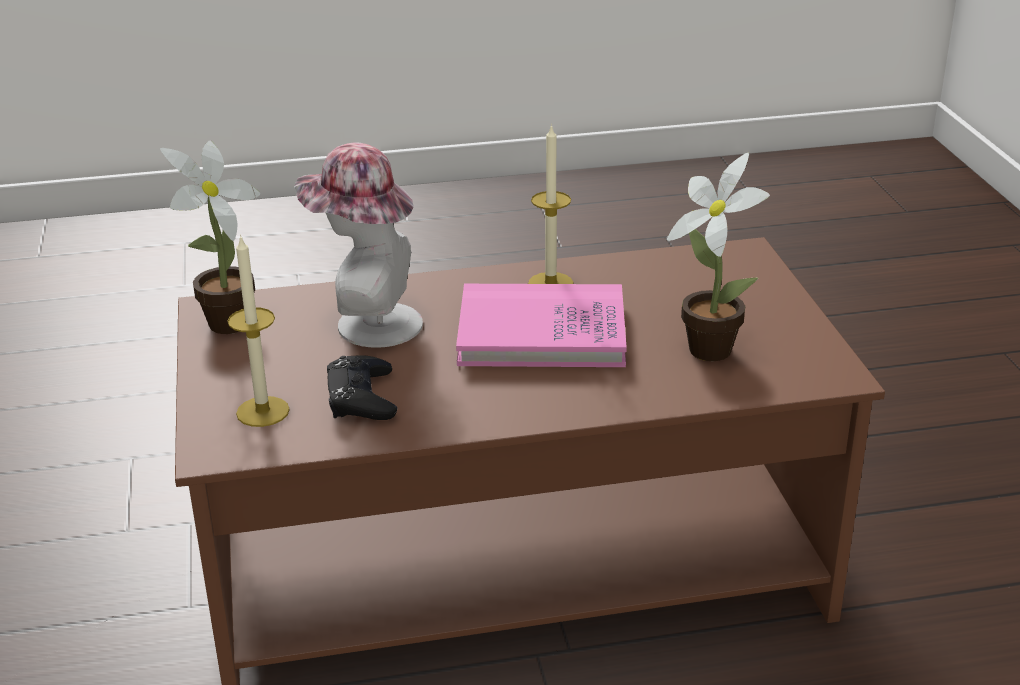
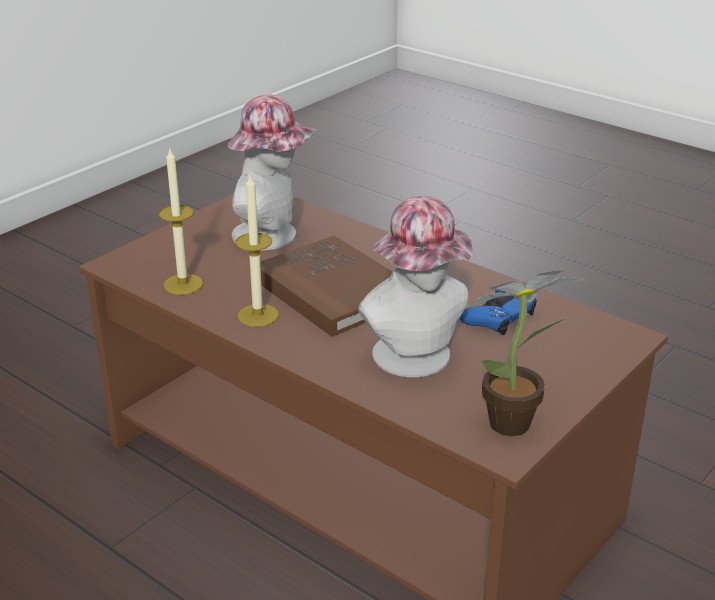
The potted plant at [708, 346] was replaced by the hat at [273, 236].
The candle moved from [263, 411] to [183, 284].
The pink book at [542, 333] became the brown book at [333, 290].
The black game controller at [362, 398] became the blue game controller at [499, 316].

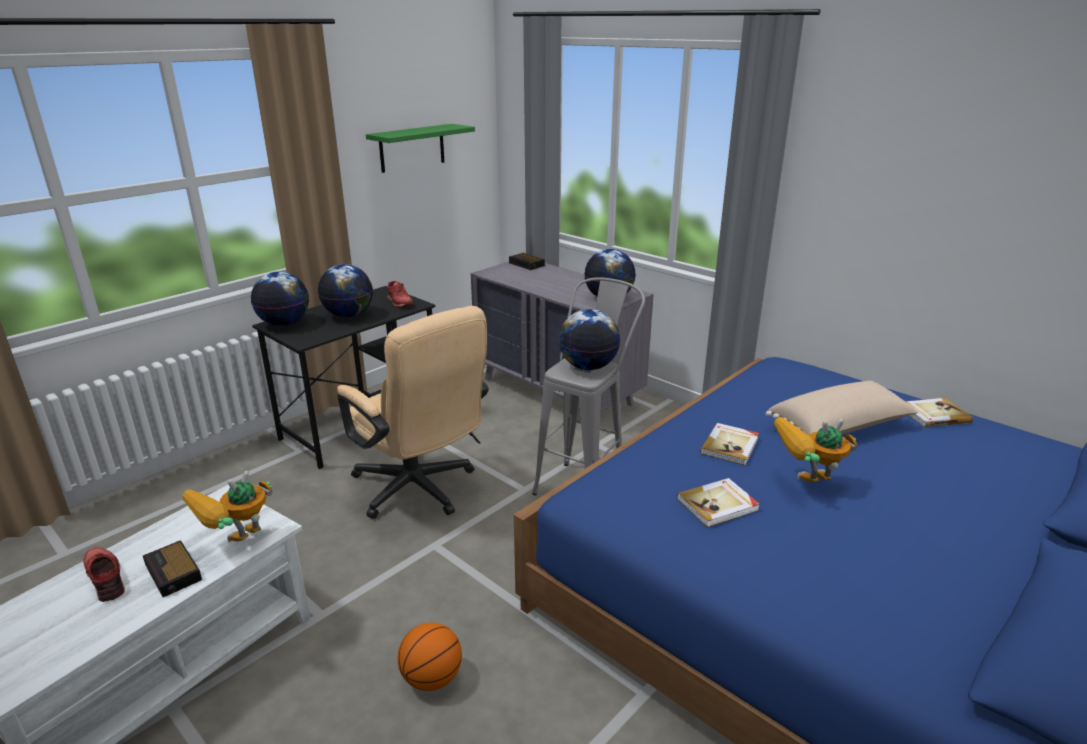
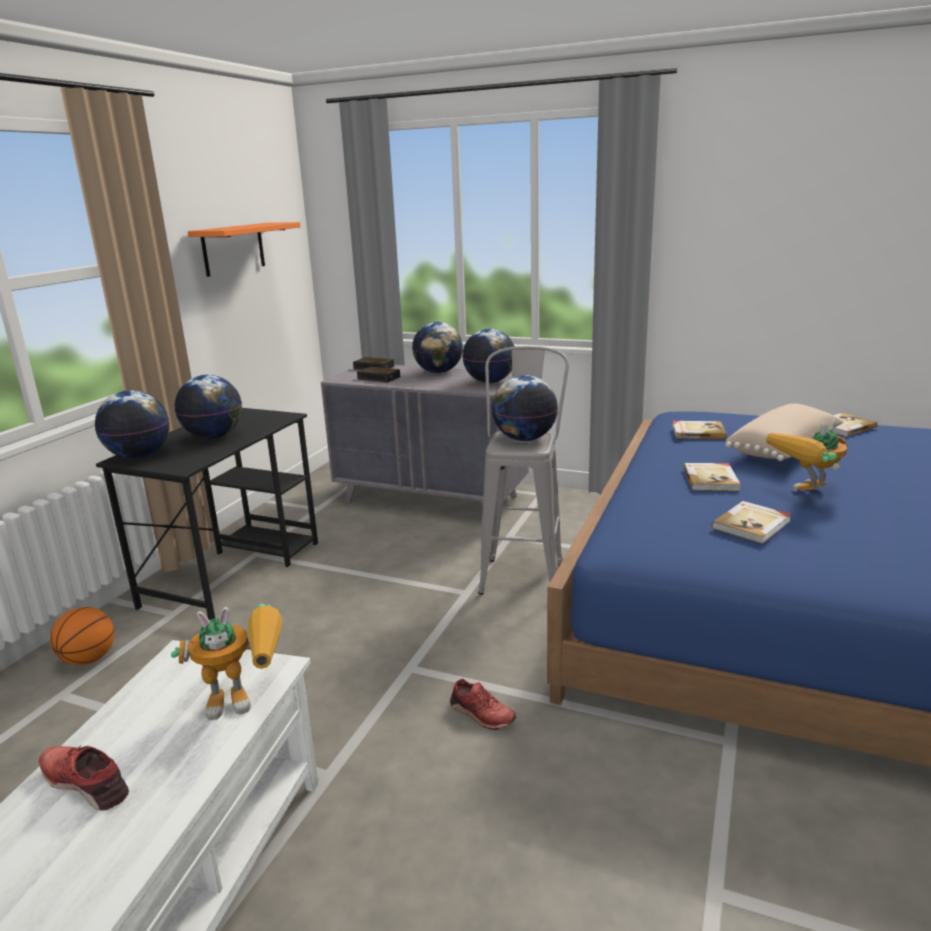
The green shelf at [412, 148] became the orange shelf at [233, 249].
The red shoe moved from [399, 302] to [481, 714].
The beige office chair at [420, 491] disappeared.
The toy robot at [238, 546] turned 120 degrees counterclockwise.
The alarm clock moved from [174, 573] to [379, 378].
The basketball moved from [432, 678] to [89, 659].
The globe at [438, 372] appeared.
The book at [697, 432] appeared.

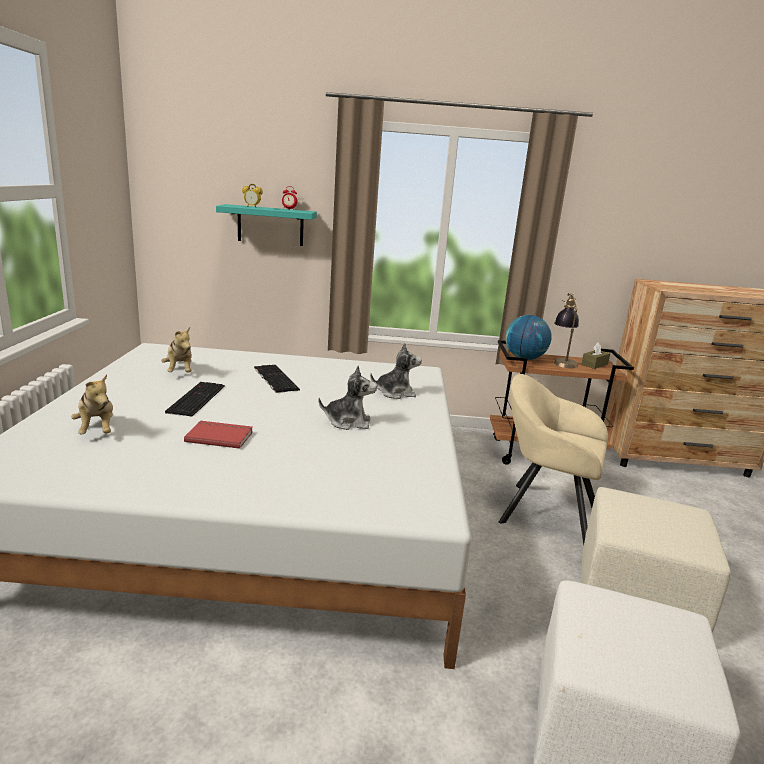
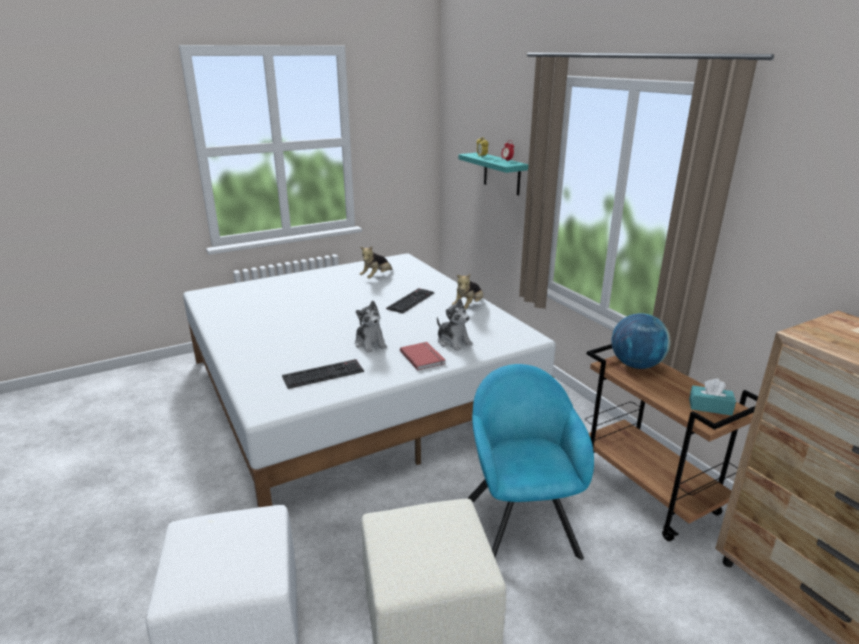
The table lamp at [562, 361] disappeared.
The brown tissue box at [594, 364] became the turquoise tissue box at [710, 407].
The plush toy moved from [97, 430] to [468, 307].
The beige armchair at [543, 512] became the turquoise armchair at [520, 521].
The keyboard moved from [195, 398] to [324, 373].
The red book moved from [220, 436] to [423, 357].

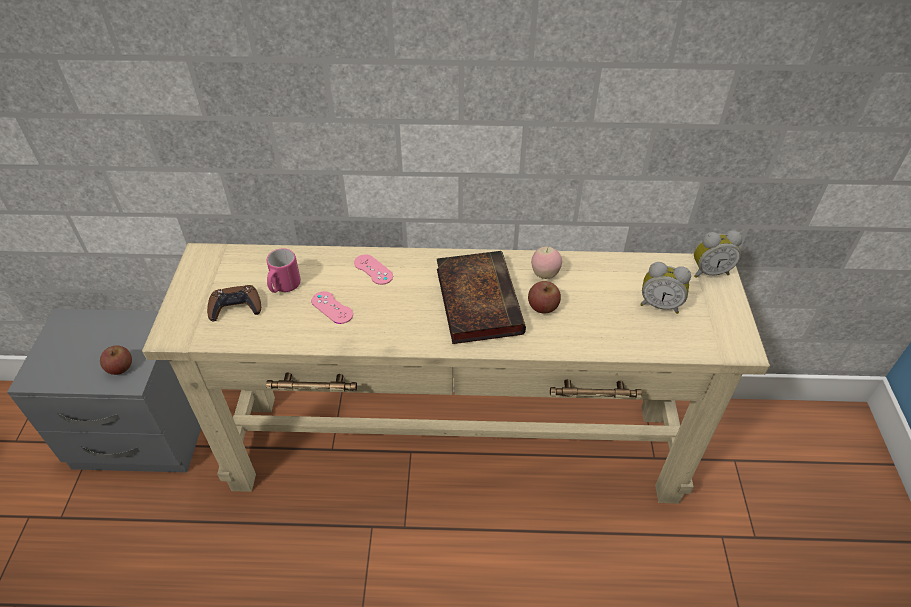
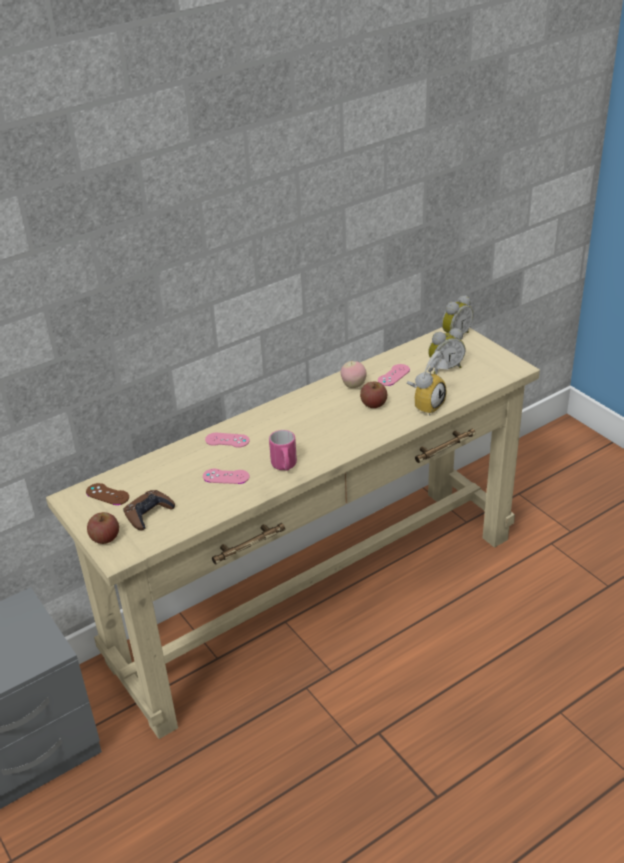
The pink mug moved from [284, 287] to [284, 466].
The book at [476, 299] disappeared.
The apple moved from [120, 367] to [105, 538].
The alarm clock at [426, 404] appeared.
The pink game controller at [393, 375] appeared.
The brown game controller at [107, 494] appeared.

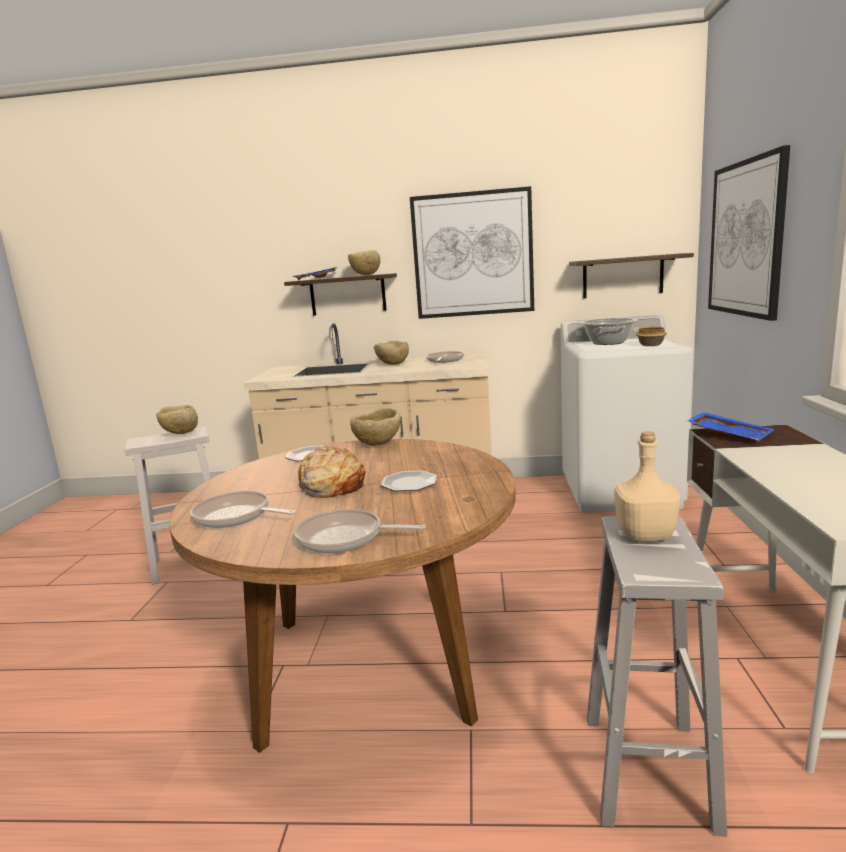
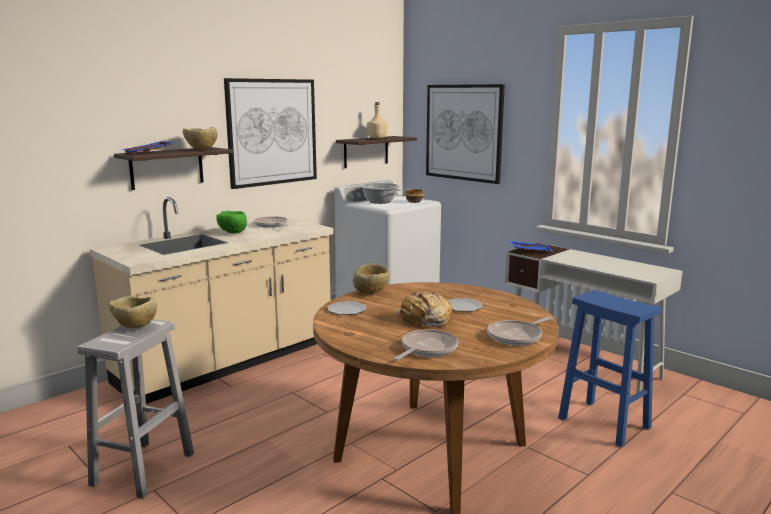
The beige bowl at [392, 364] became the green bowl at [232, 233].
The beige bottle moved from [644, 535] to [377, 138].
The frying pan at [236, 516] turned 150 degrees clockwise.
The white stool at [649, 773] became the blue stool at [605, 423].

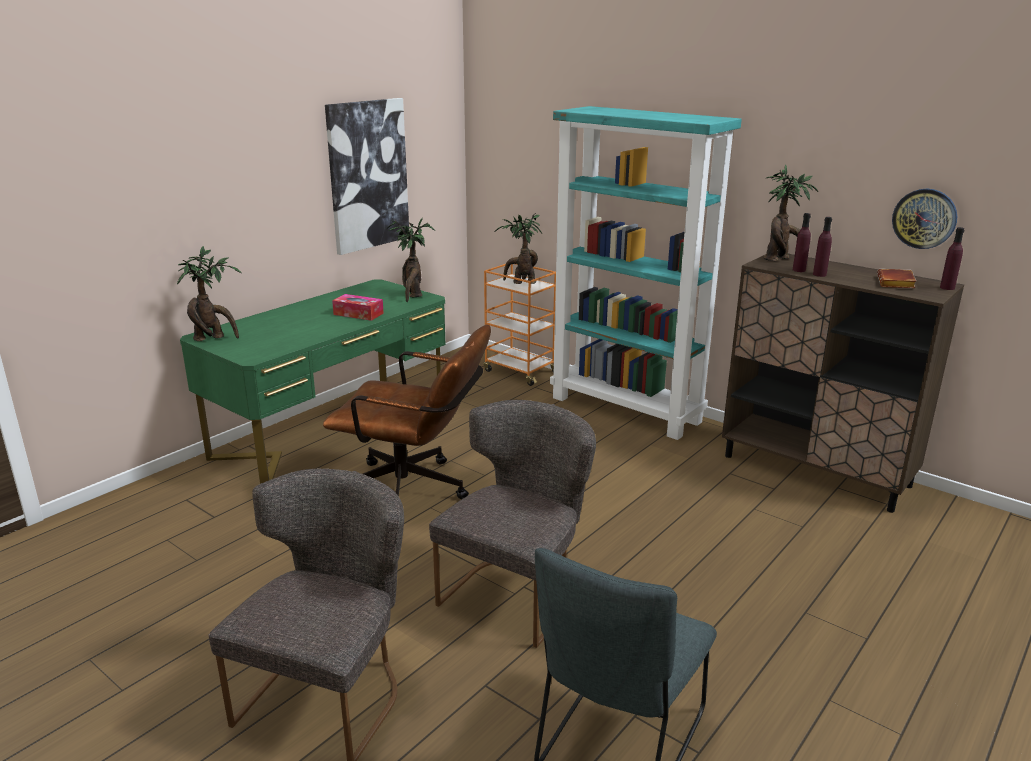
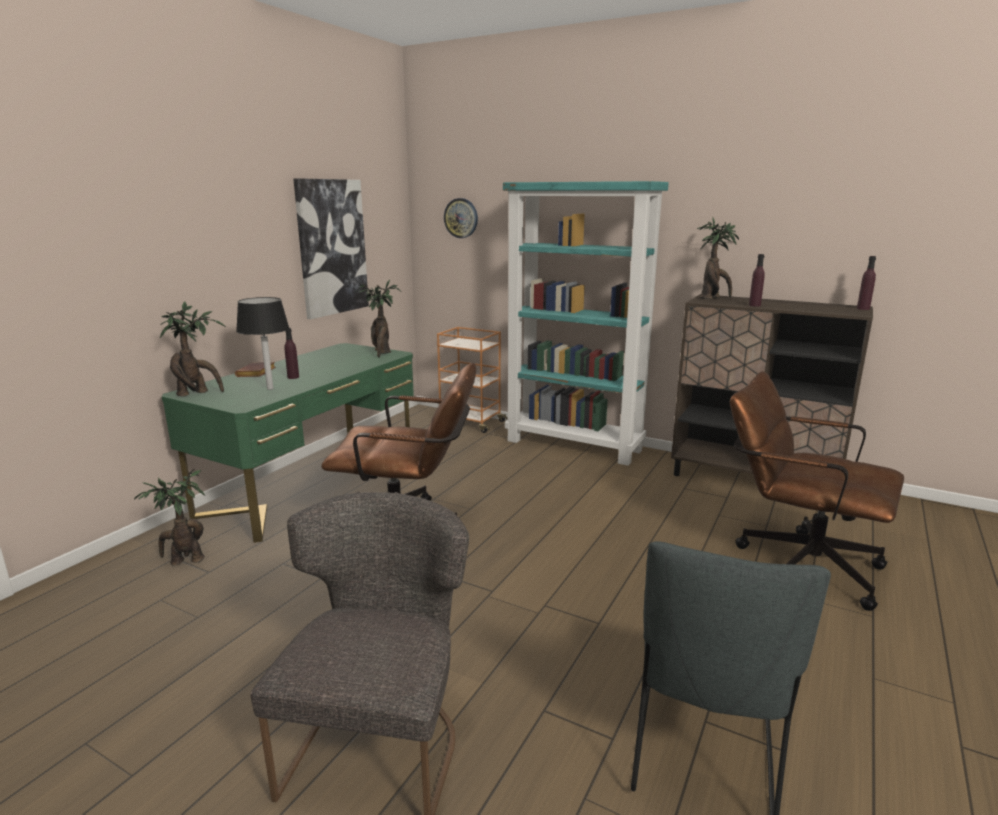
The wall clock moved from [924, 218] to [461, 218].
The potted plant moved from [521, 282] to [184, 560].
The purple bottle moved from [799, 270] to [293, 377].
The brown book moved from [897, 283] to [256, 373].
The tissue box at [358, 314] disappeared.
The grey chair at [517, 591] disappeared.
The black table lamp at [270, 389] appeared.
The brown office chair at [796, 564] appeared.

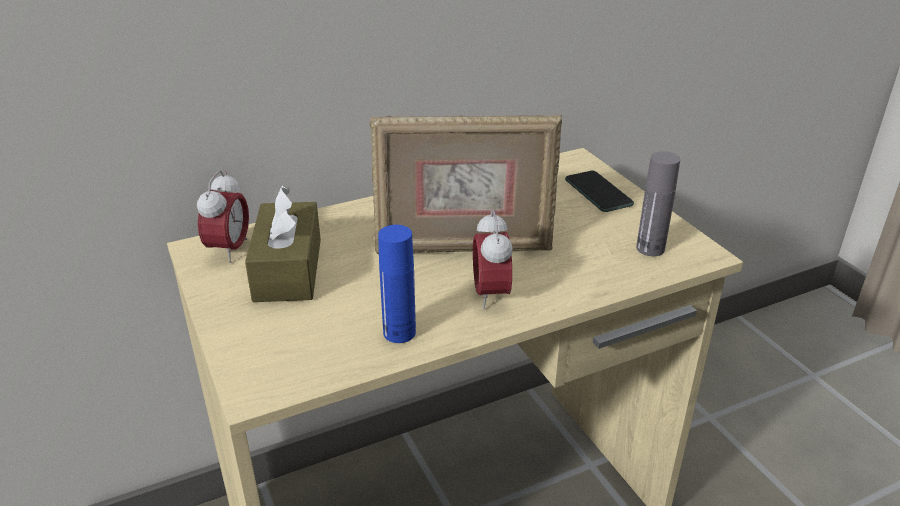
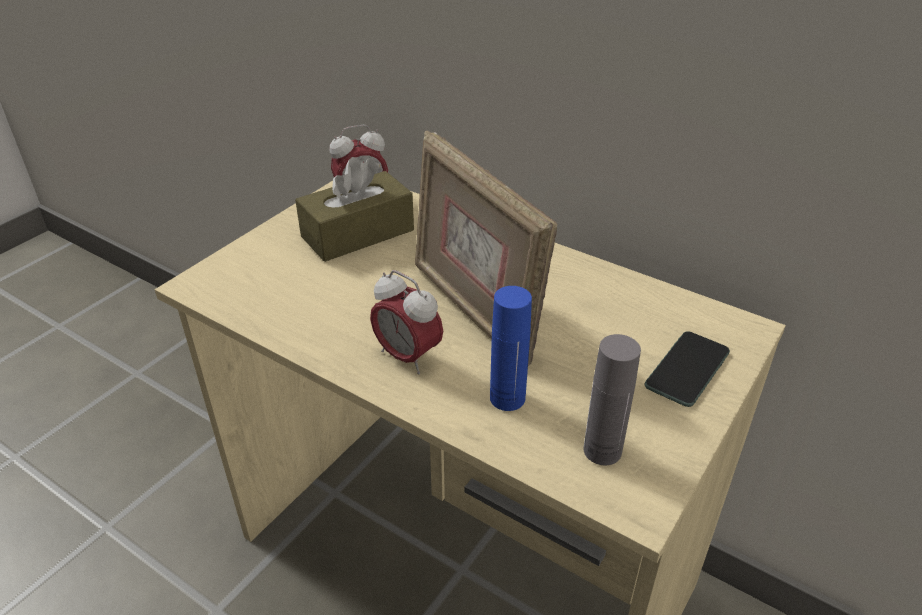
The alarm clock at [491, 295] turned 105 degrees counterclockwise.
The blue bottle moved from [399, 332] to [507, 398].

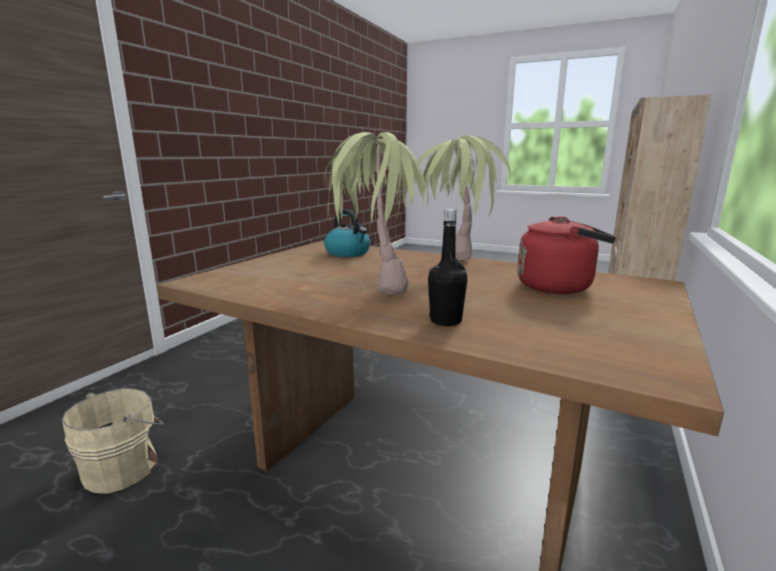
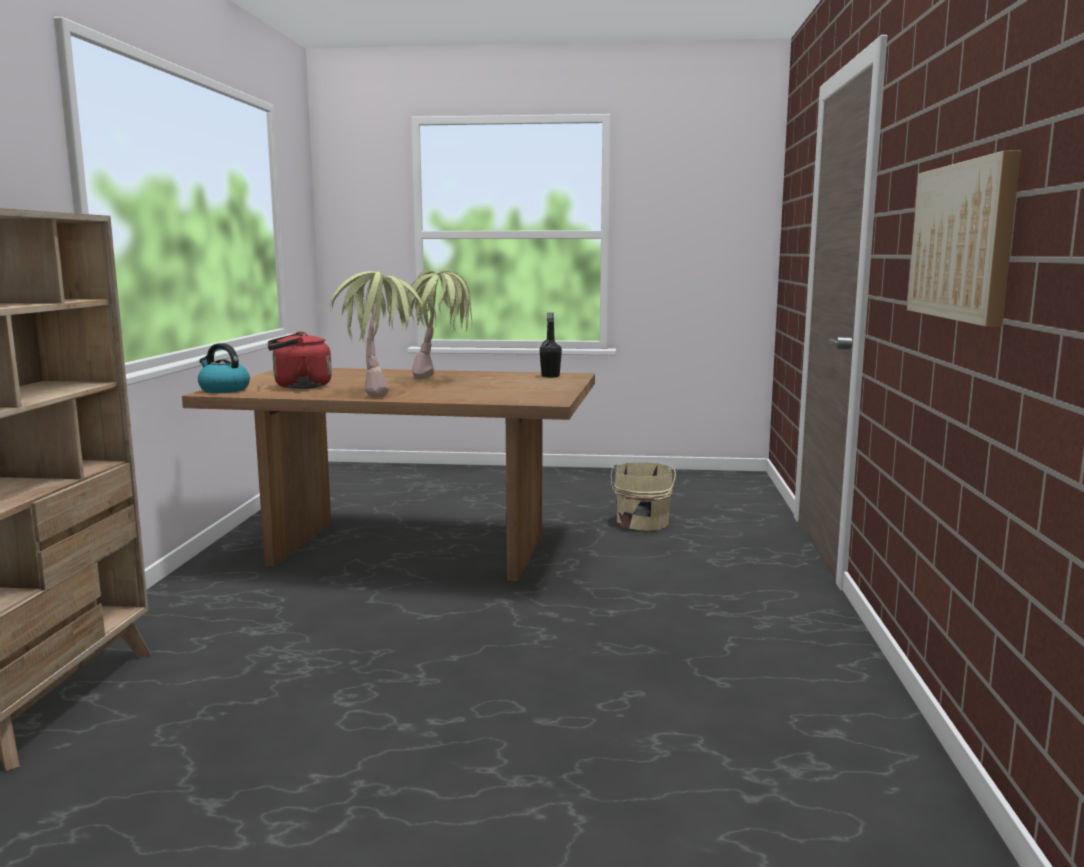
The kettle moved from [348, 253] to [223, 390].
The black bottle moved from [445, 321] to [550, 376].
The picture at [963, 241] appeared.

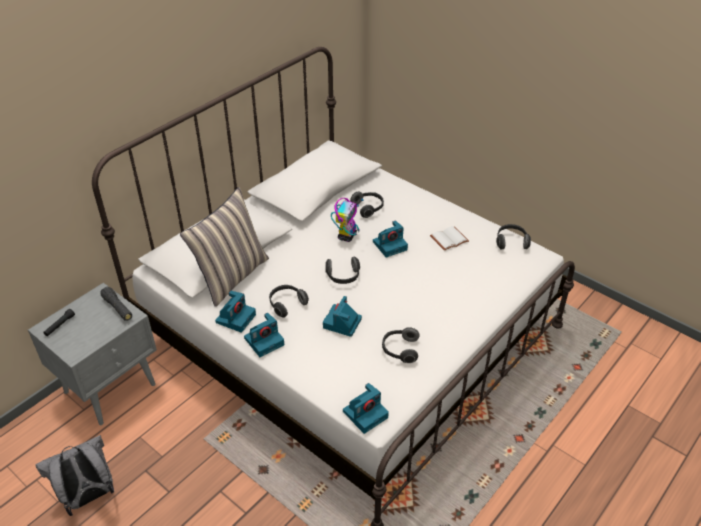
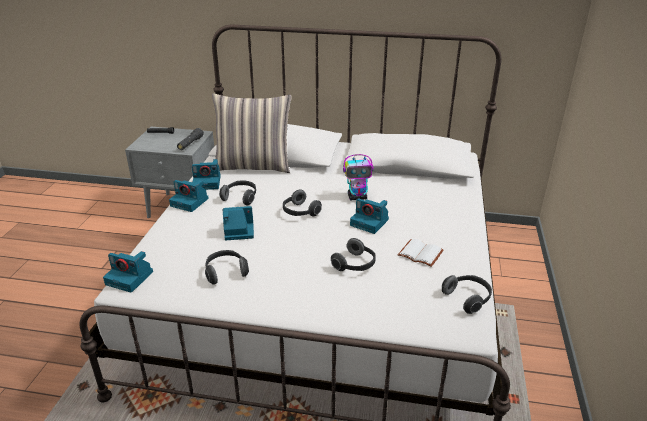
The headphones moved from [368, 208] to [355, 265].
The grey backpack at [89, 496] disappeared.

